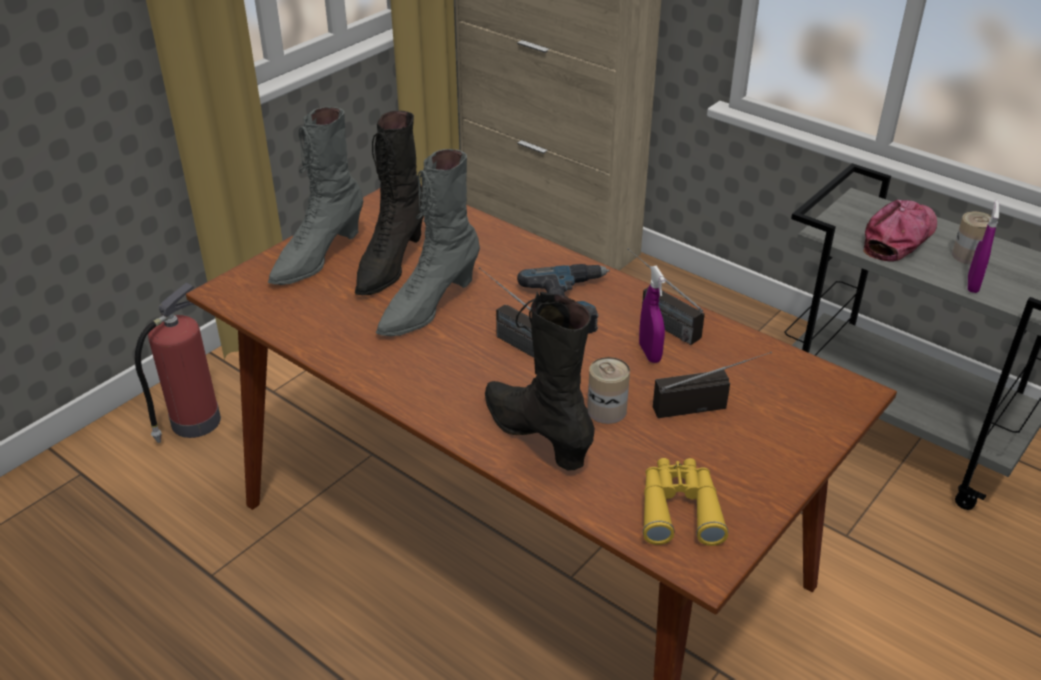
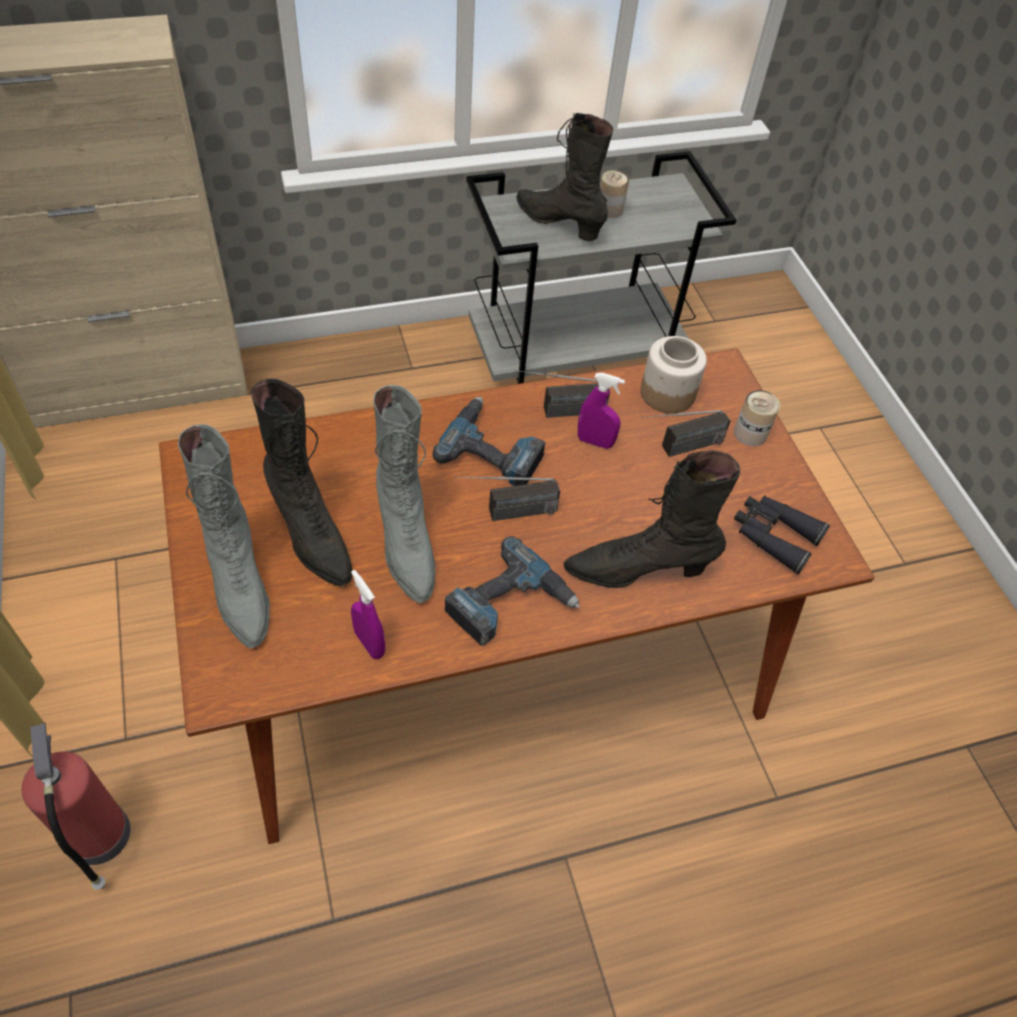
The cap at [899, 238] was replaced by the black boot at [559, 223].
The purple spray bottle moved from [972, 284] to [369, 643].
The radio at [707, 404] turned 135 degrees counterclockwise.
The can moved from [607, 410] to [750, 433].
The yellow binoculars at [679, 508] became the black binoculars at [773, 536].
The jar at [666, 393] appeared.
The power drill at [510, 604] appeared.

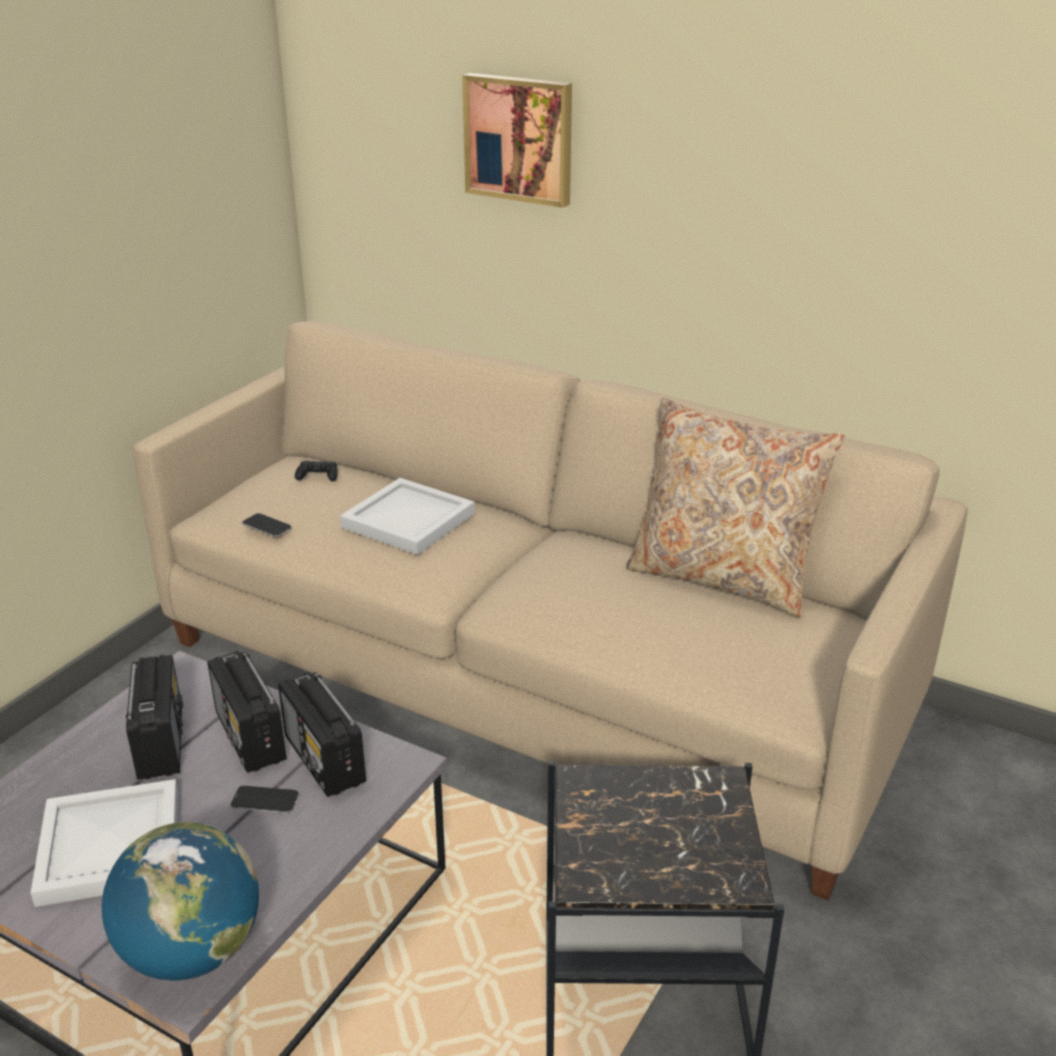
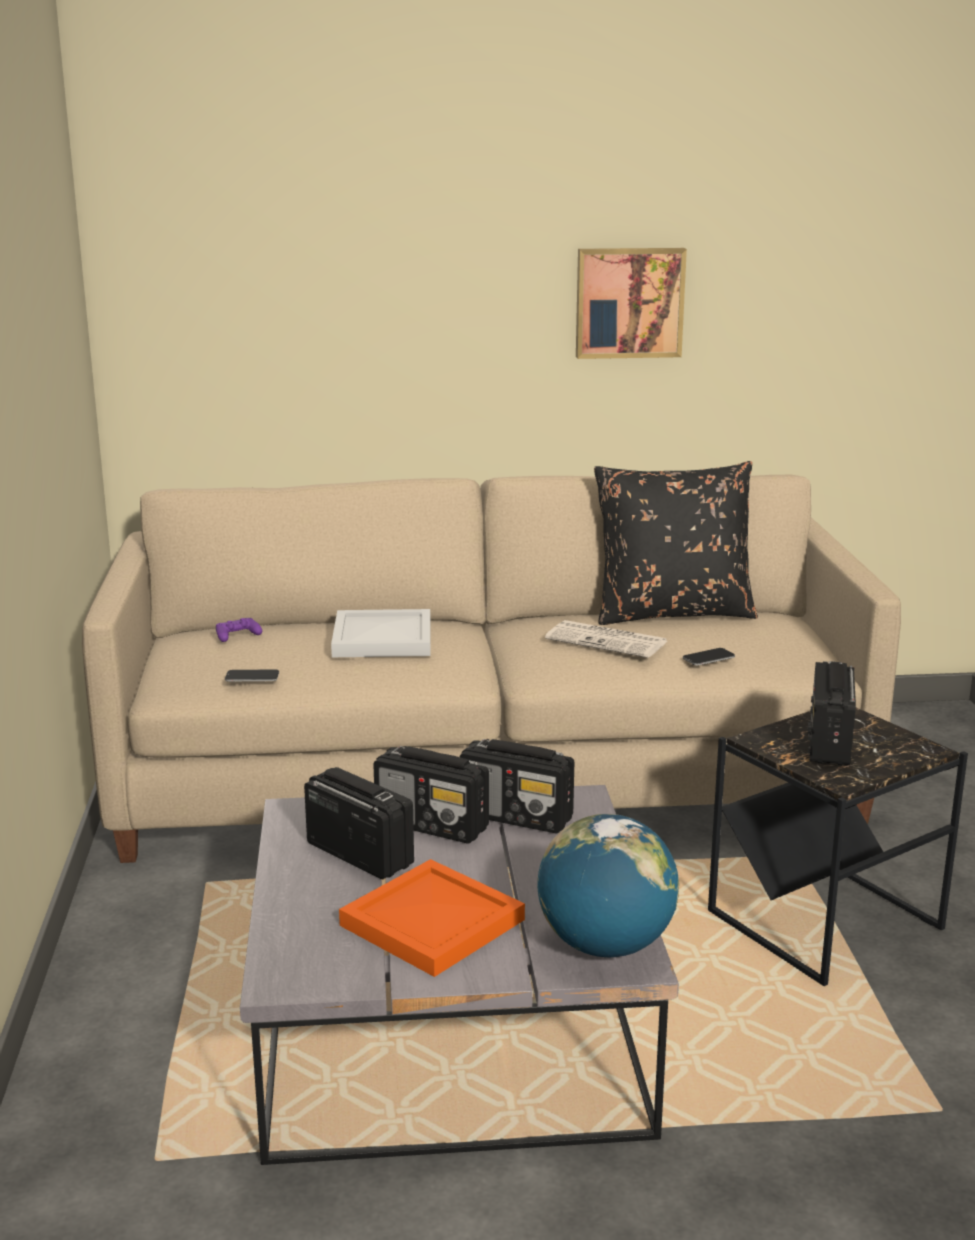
The picture moved from [520, 138] to [629, 302].
The beige pillow at [722, 577] became the black pillow at [672, 612].
The black game controller at [318, 476] became the purple game controller at [237, 635].
The white tray at [108, 848] became the orange tray at [432, 924].
The phone moved from [265, 801] to [708, 658].
The newspaper at [608, 641] appeared.
The radio at [829, 743] appeared.

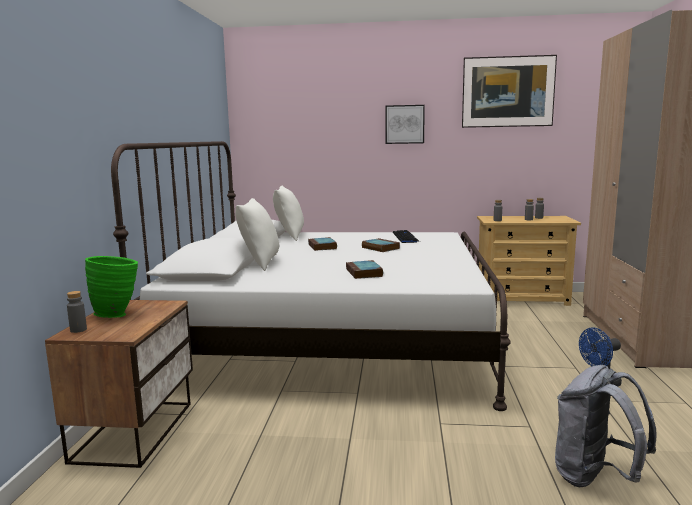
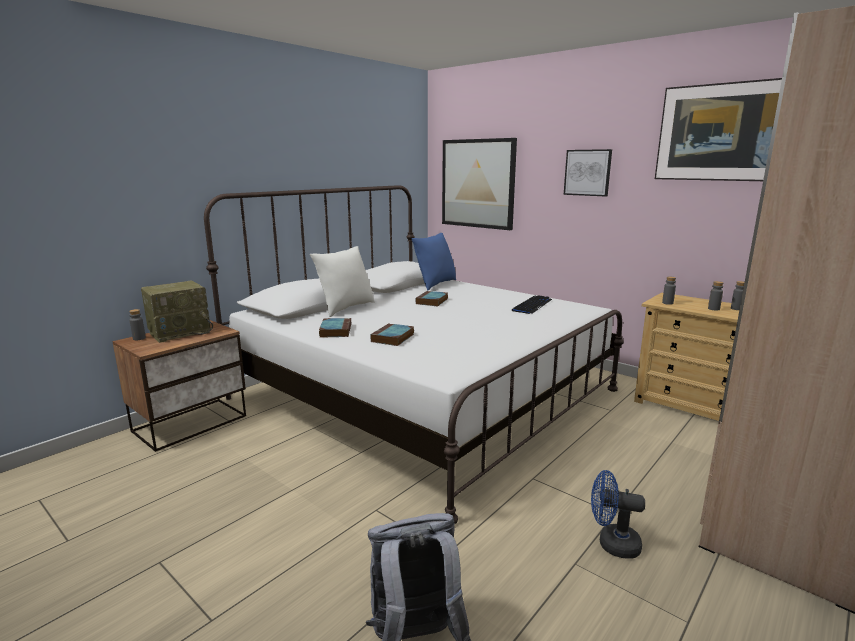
The white pillow at [289, 236] became the blue pillow at [434, 284].
The book moved from [379, 248] to [335, 330].
The green vase at [118, 314] was replaced by the radio at [180, 332].
The picture at [478, 183] appeared.

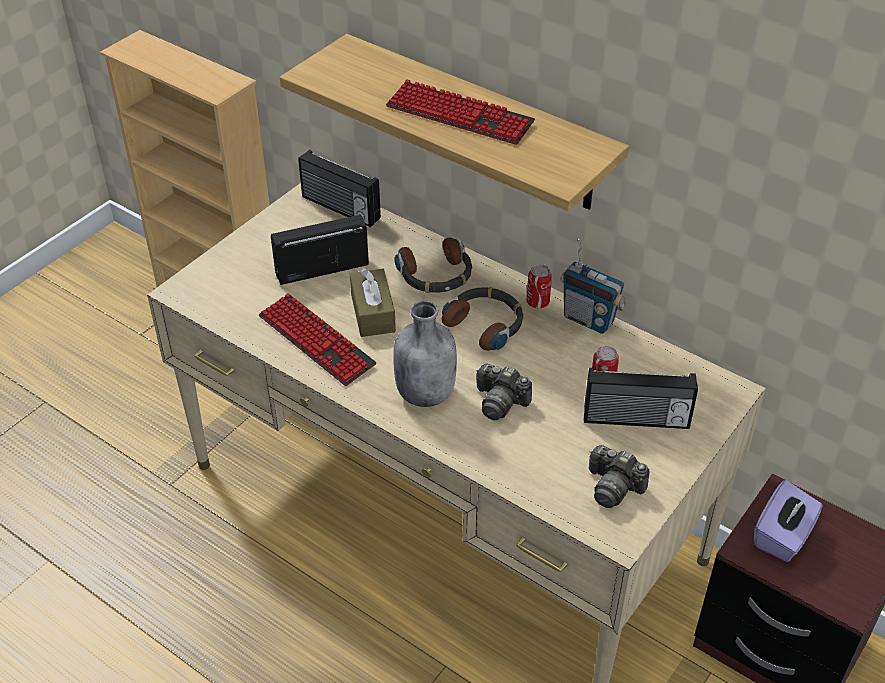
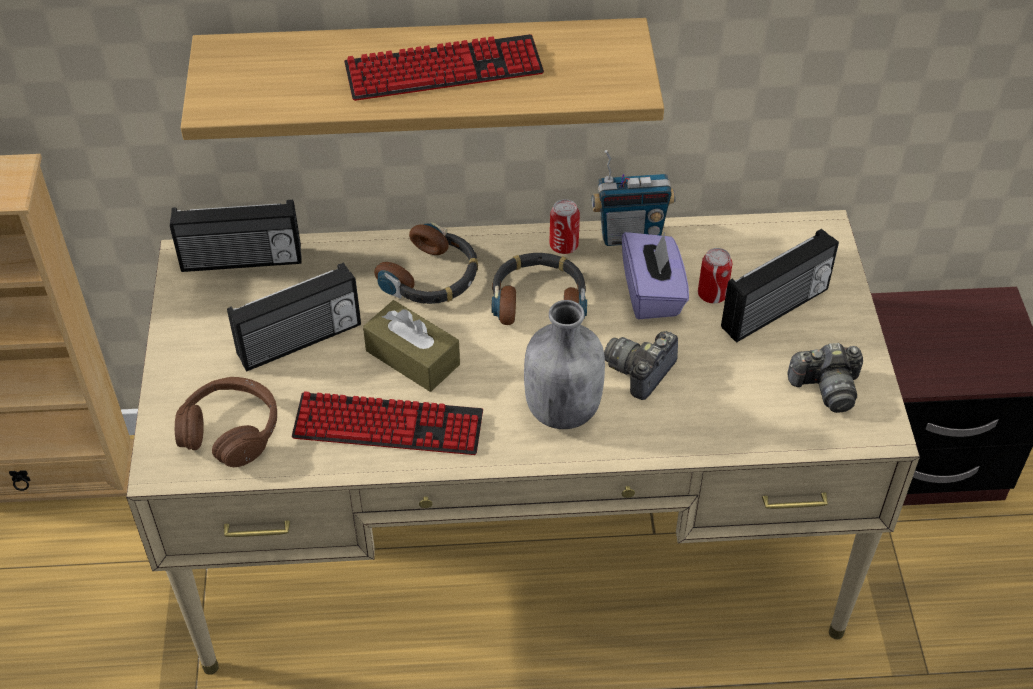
The radio at [322, 268] turned 150 degrees counterclockwise.
The photo camera at [500, 402] turned 135 degrees clockwise.
The purple tissue box moved from [783, 536] to [652, 293].
The brown headphones at [231, 430] appeared.

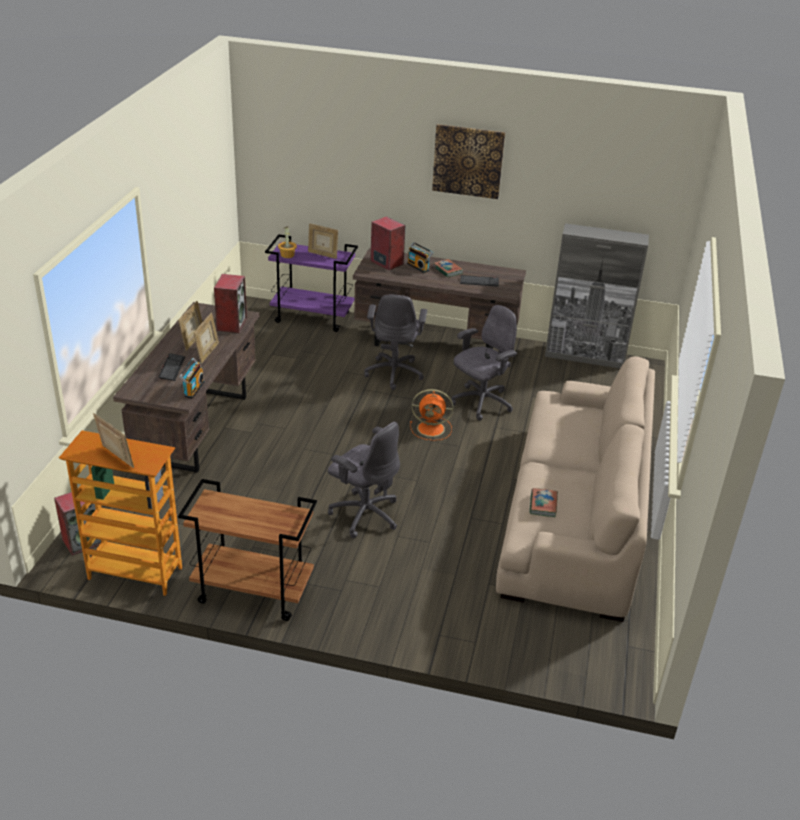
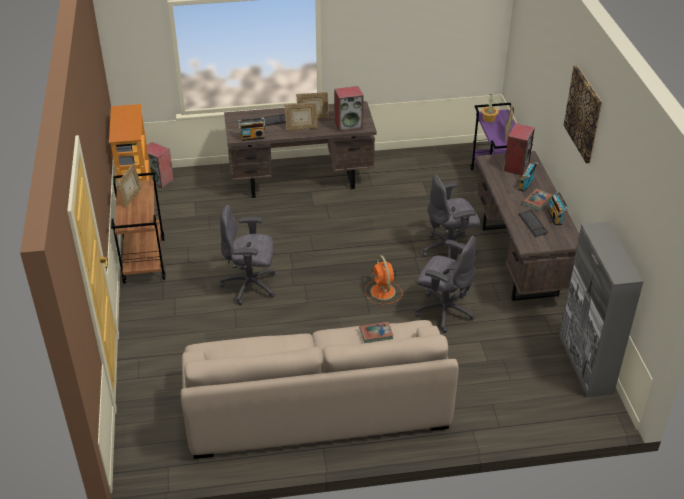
The picture frame moved from [116, 458] to [131, 197].
The grey office chair at [364, 514] turned 75 degrees clockwise.
The book moved from [543, 504] to [376, 334].
The radio at [556, 217] appeared.

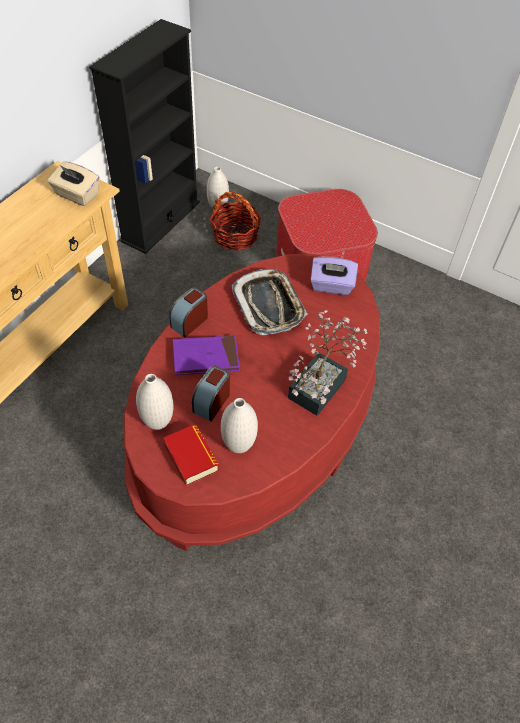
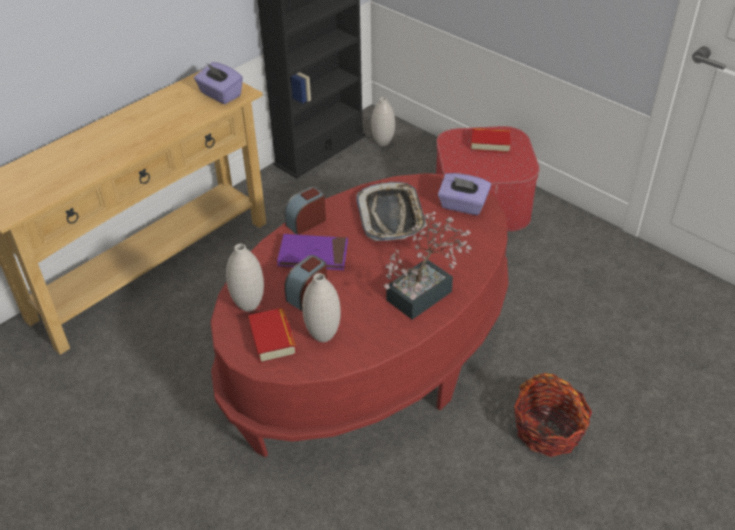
The beige tissue box at [77, 195] became the purple tissue box at [220, 95].
The basket moved from [235, 236] to [548, 430].
The book at [490, 144] appeared.

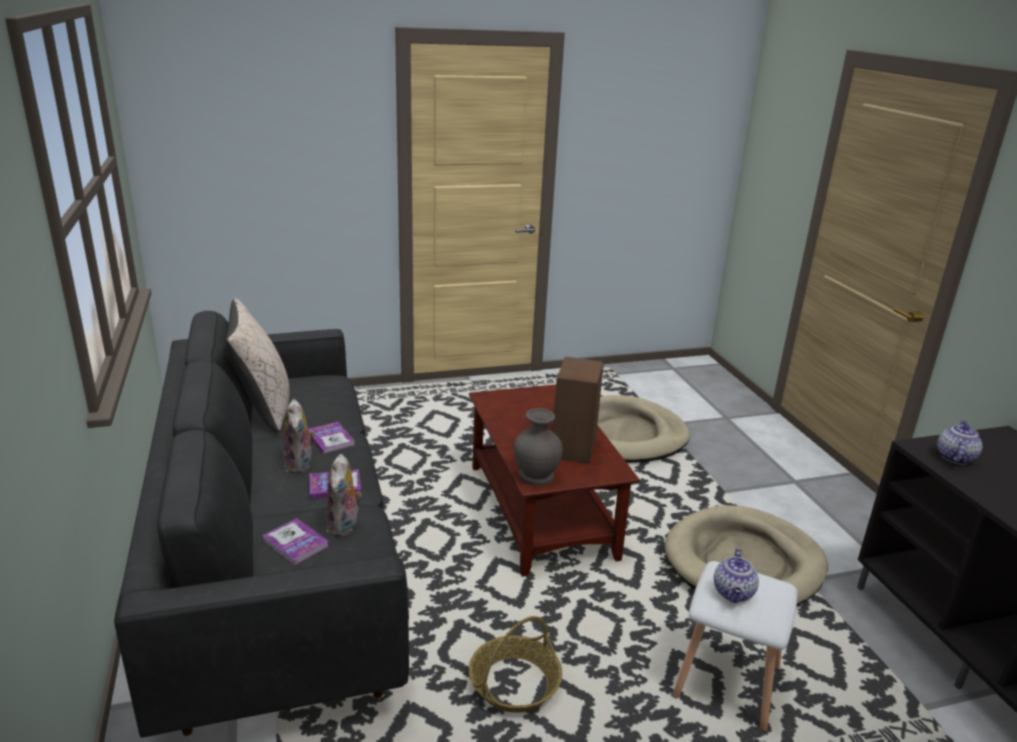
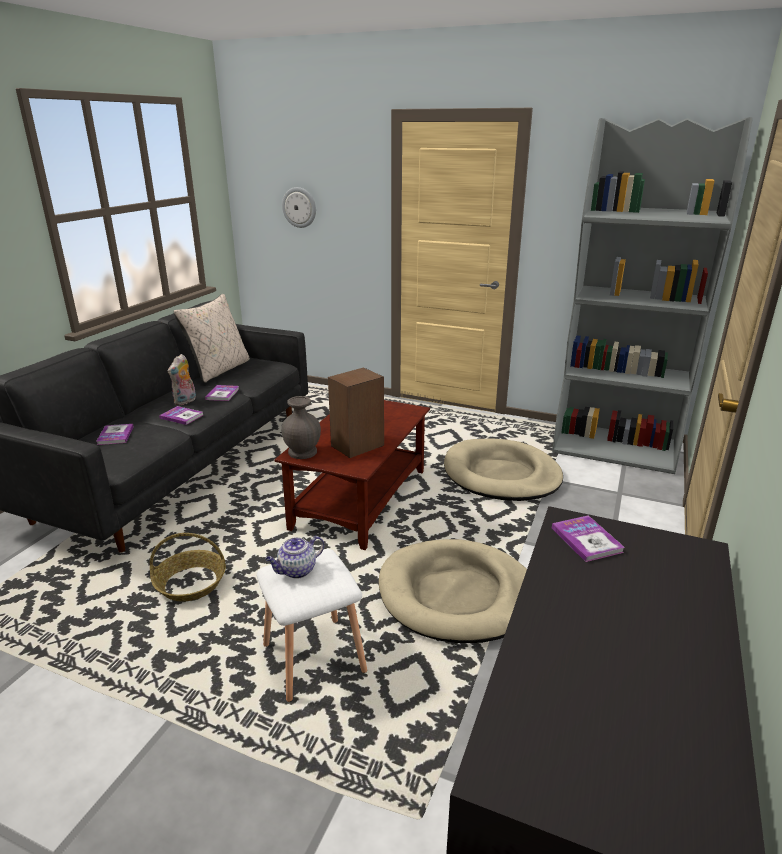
The teapot at [954, 457] was replaced by the book at [586, 540].
The plush toy at [344, 526] disappeared.
The grey bookcase at [615, 448] appeared.
The wall clock at [299, 207] appeared.

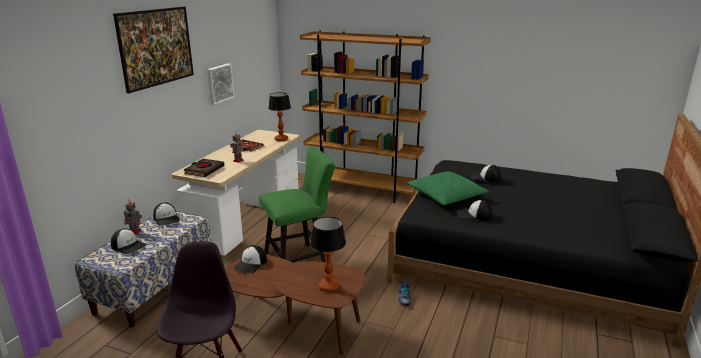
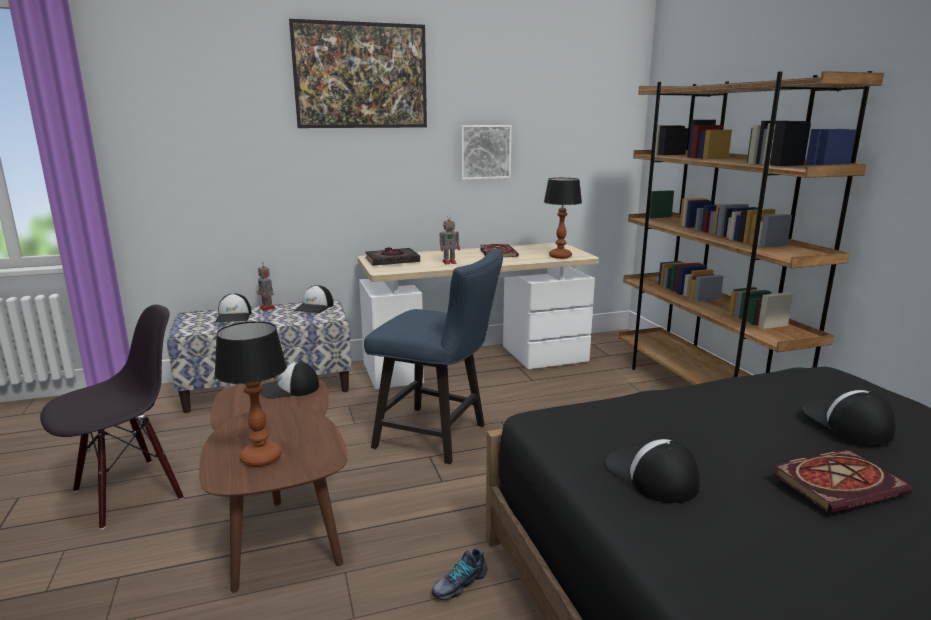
The green chair at [300, 259] became the blue chair at [438, 437].
The green pillow at [446, 195] disappeared.
The book at [838, 483] appeared.

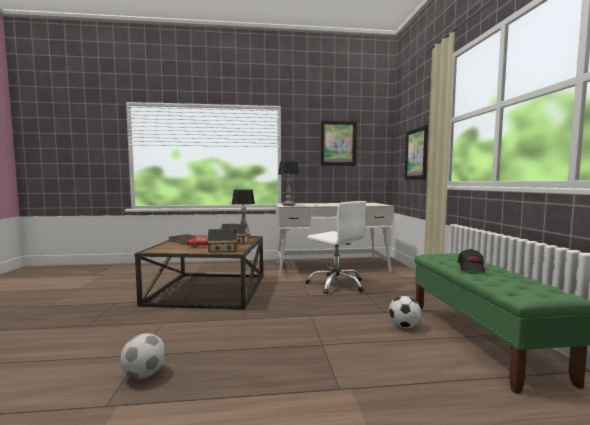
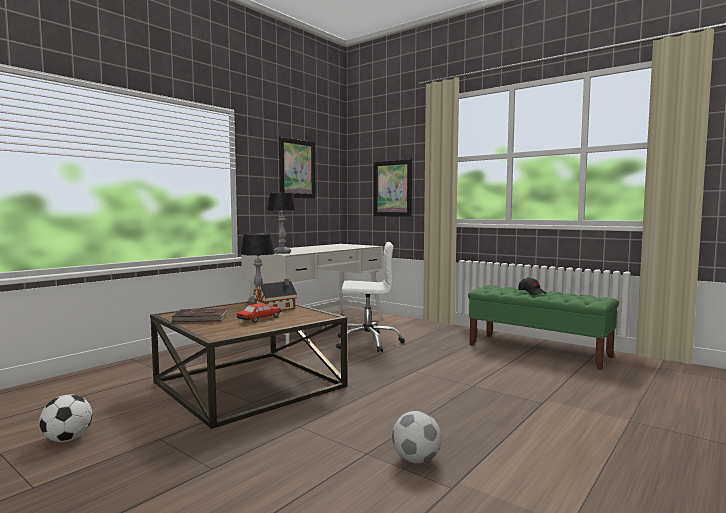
The toy house at [224, 250] disappeared.
The football moved from [404, 326] to [67, 439].

